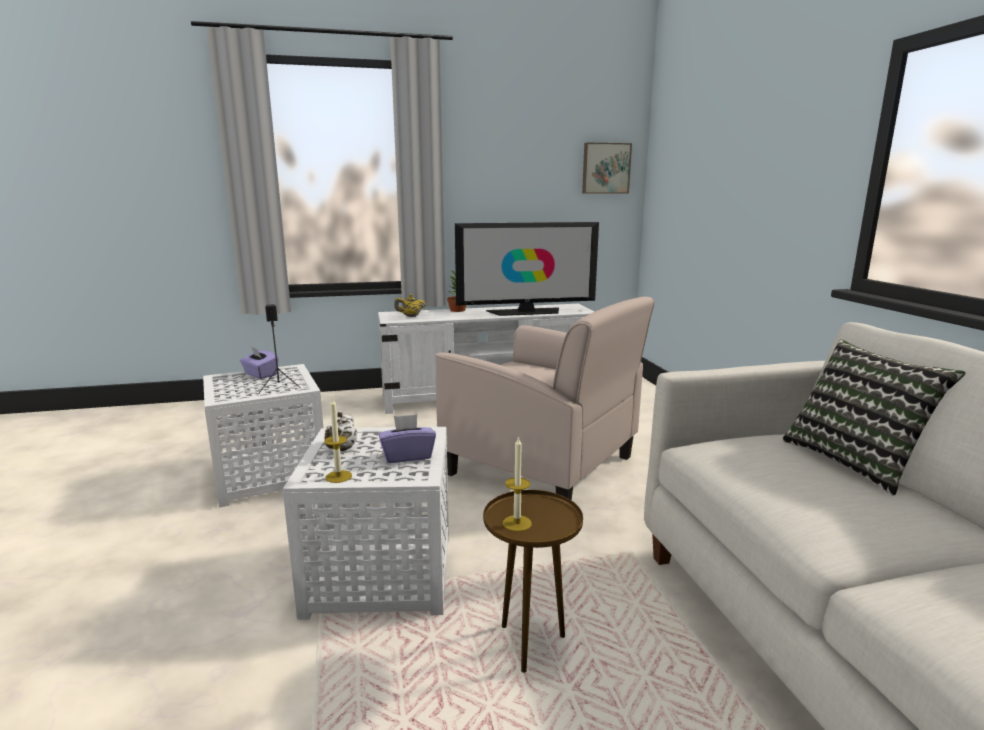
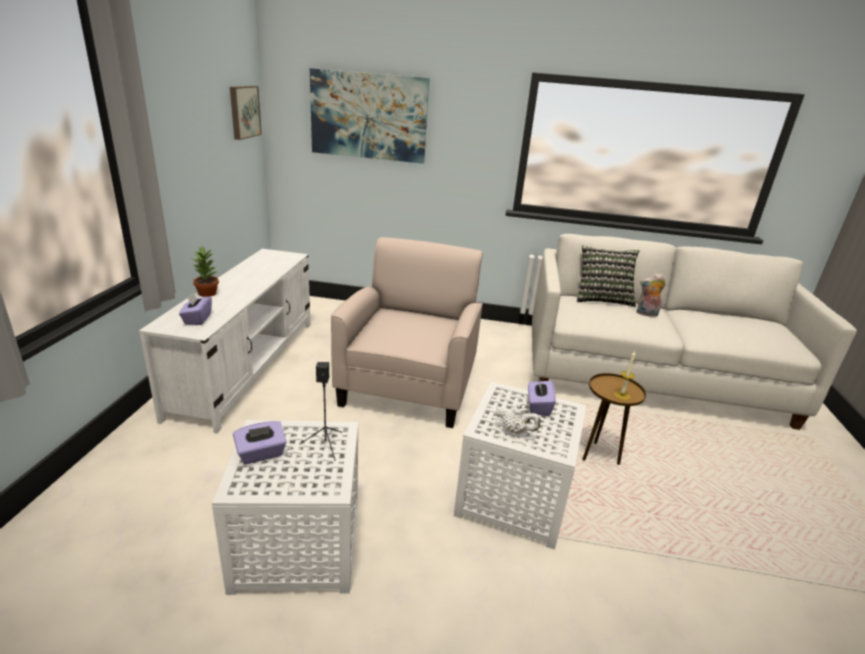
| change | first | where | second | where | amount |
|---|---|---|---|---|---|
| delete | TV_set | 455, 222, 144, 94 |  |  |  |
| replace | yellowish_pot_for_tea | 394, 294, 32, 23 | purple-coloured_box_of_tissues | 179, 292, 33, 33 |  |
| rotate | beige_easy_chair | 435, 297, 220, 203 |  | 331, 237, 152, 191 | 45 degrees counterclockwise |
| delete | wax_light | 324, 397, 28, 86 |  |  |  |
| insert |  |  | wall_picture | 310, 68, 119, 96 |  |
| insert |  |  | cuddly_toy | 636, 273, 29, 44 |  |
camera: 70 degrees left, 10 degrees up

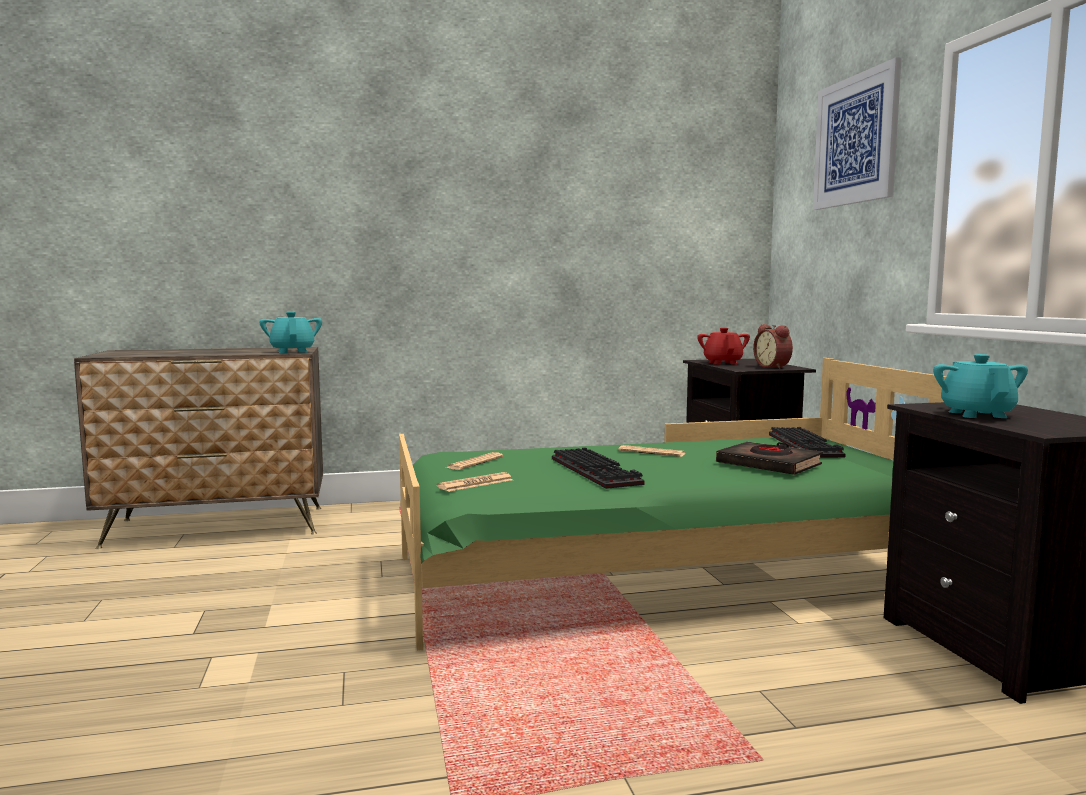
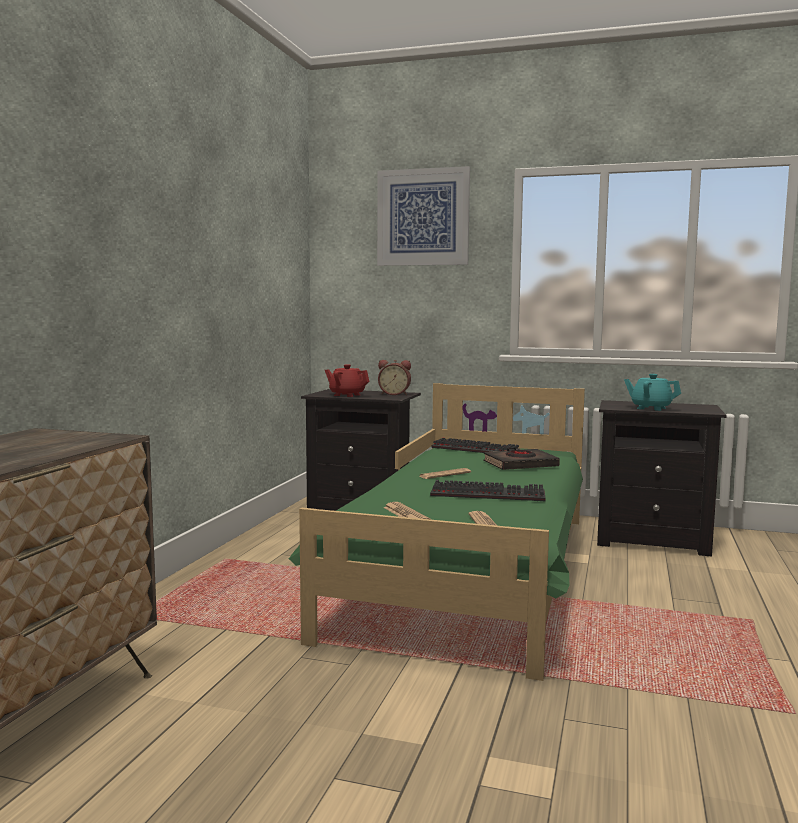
| change | first | where | second | where | amount |
|---|---|---|---|---|---|
| delete | turquoise-coloured_pot_for_tea | 259, 312, 63, 41 |  |  |  |
camera: 60 degrees left, 0 degrees up

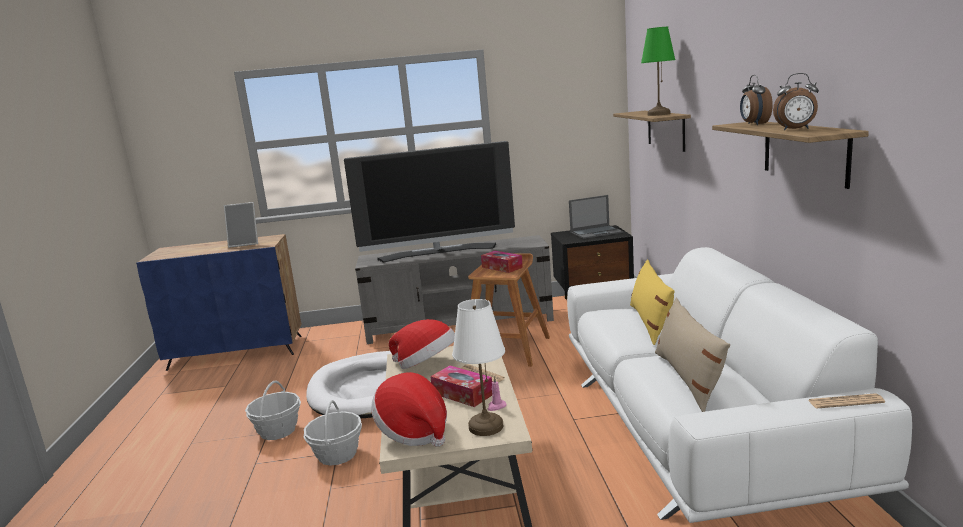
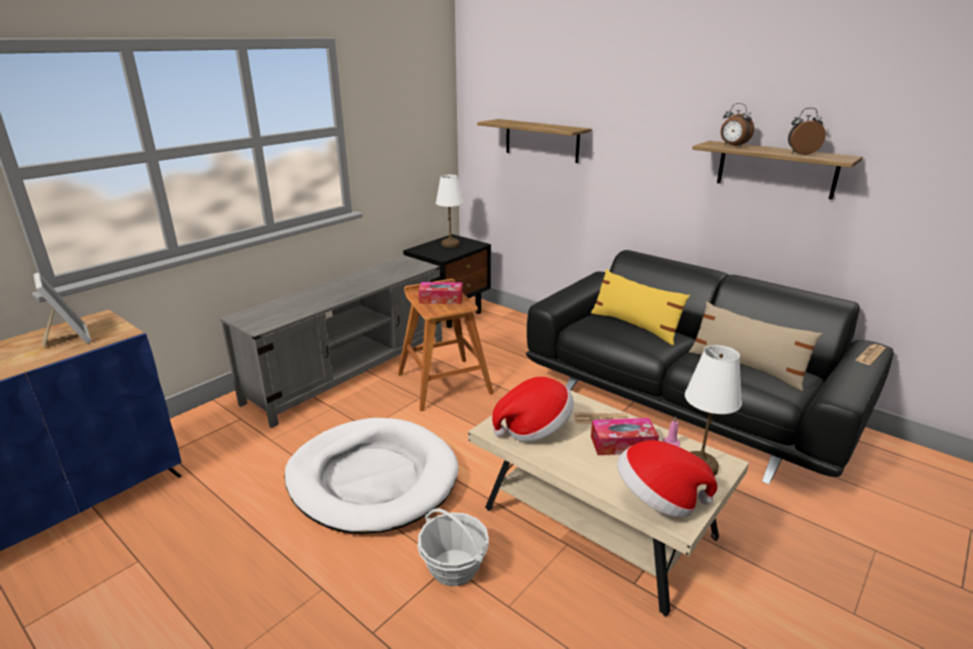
| change | first | where | second | where | amount |
|---|---|---|---|---|---|
| delete | greenish_lamp_for_a_table | 641, 27, 34, 89 |  |  |  |
| rotate | table_clock | 773, 73, 46, 57 |  | 788, 108, 38, 47 | 150 degrees counterclockwise |
| delete | TV_set | 344, 141, 171, 121 |  |  |  |
| replace | portable_computer | 569, 195, 54, 44 | white_lamp_for_a_table | 436, 175, 27, 72 |  |
| rotate | standing_frame | 224, 202, 34, 46 |  | 34, 273, 57, 75 | 75 degrees counterclockwise |
| recolor | white_settee | 567, 247, 345, 276 | blackish_settee | 526, 250, 367, 234 |  |
| delete | storage_basket | 245, 380, 56, 60 |  |  |  |
camera: 45 degrees left, 10 degrees up

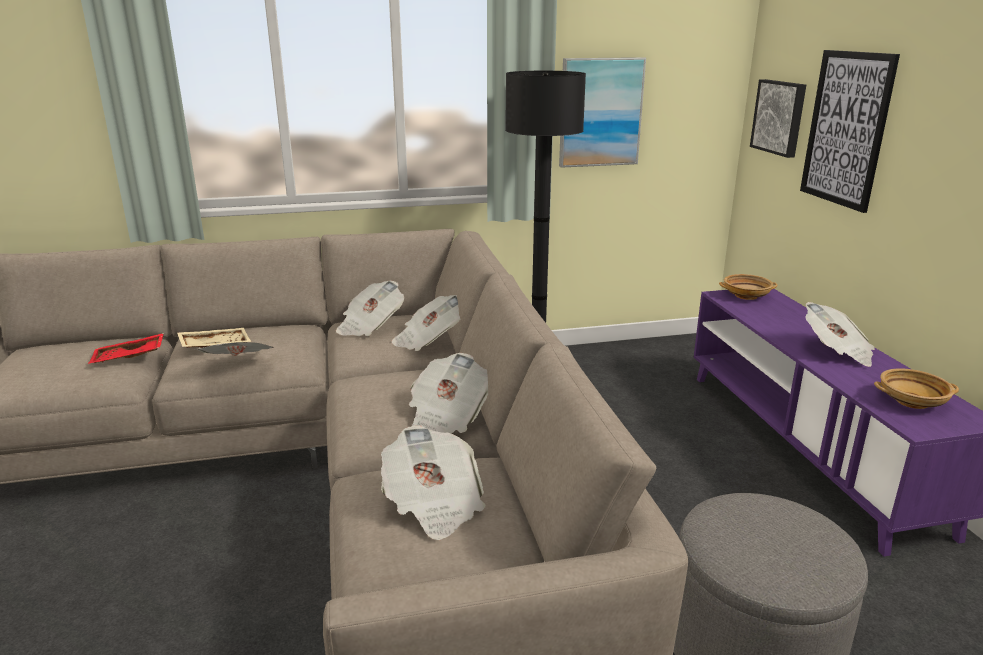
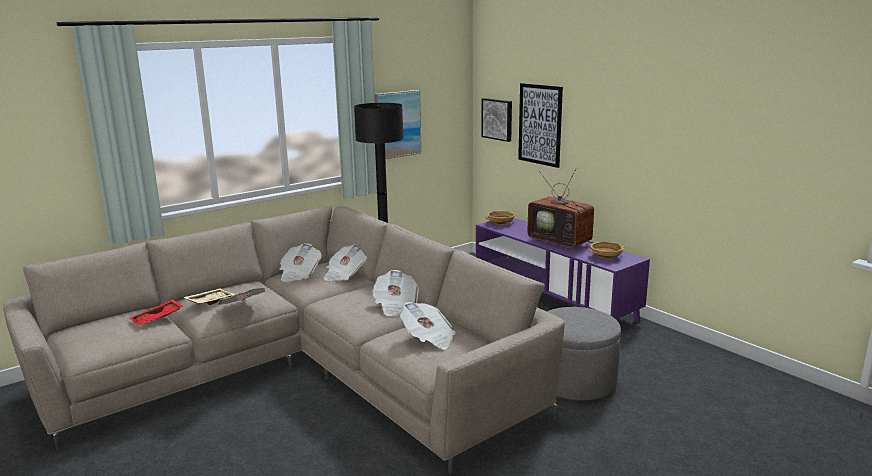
| change | first | where | second | where | amount |
|---|---|---|---|---|---|
| replace | daily_paper | 805, 302, 70, 65 | TV_set | 527, 169, 67, 80 |  |
camera: 25 degrees left, 5 degrees down

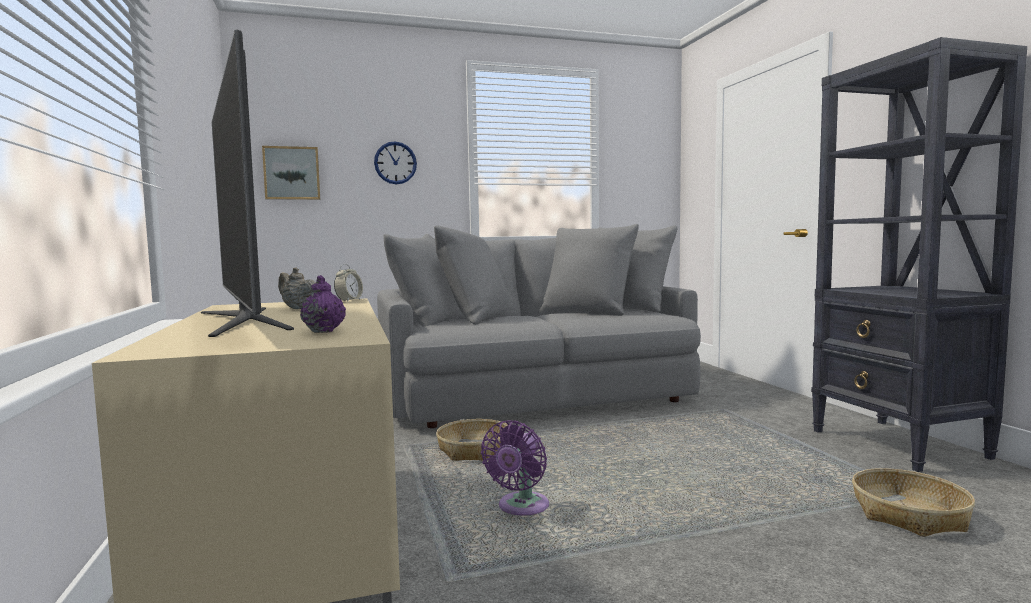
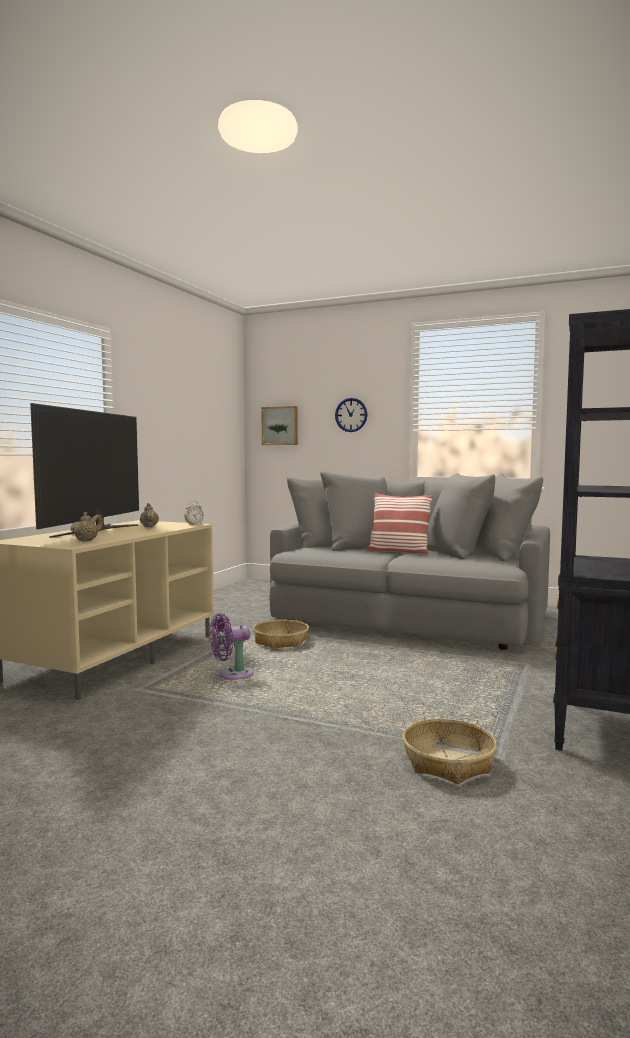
| change | first | where | second | where | amount |
|---|---|---|---|---|---|
| recolor | purple-coloured_pot_for_tea | 300, 275, 46, 58 | beige_pot_for_tea | 71, 512, 32, 30 |  |
| insert |  |  | pillow | 367, 493, 66, 61 |  |
camera: 40 degrees right, 0 degrees up

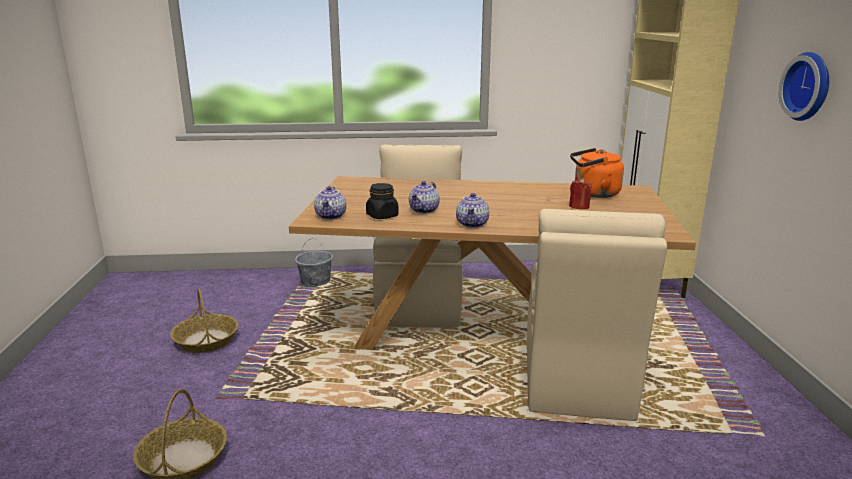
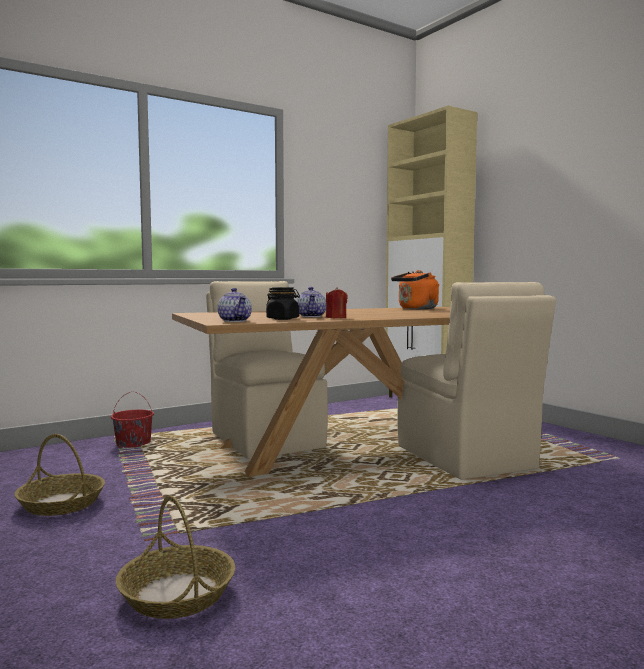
| change | first | where | second | where | amount |
|---|---|---|---|---|---|
| delete | wall_clock | 779, 52, 50, 69 |  |  |  |
| move | red-coloured_wax_light | 569, 178, 23, 31 |  | 326, 287, 22, 31 |  |
| delete | pot_for_tea | 456, 193, 33, 35 |  |  |  |
| recolor | gray_water_bucket | 295, 238, 38, 49 | red-coloured_water_bucket | 111, 391, 43, 57 |  |
camera: 30 degrees left, 15 degrees down

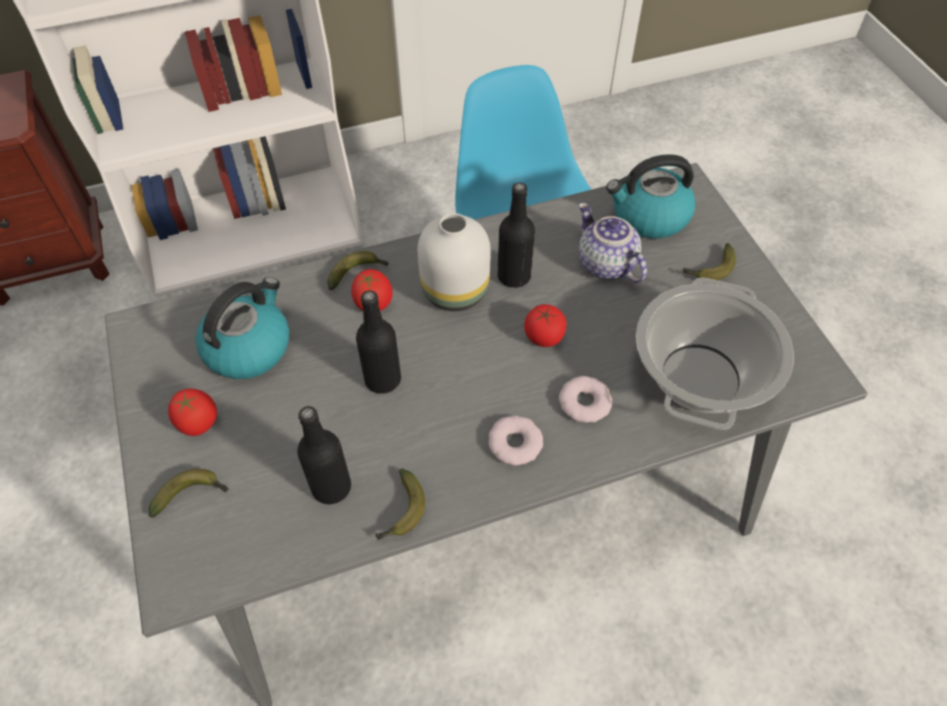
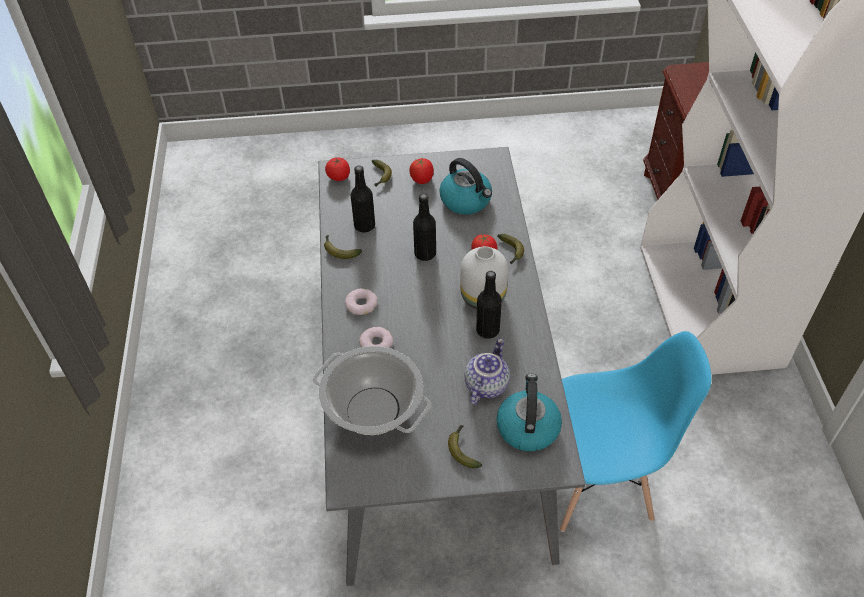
| change | first | where | second | where | amount |
|---|---|---|---|---|---|
| rotate | pot_for_tea | 579, 203, 68, 80 |  | 464, 339, 46, 66 | 45 degrees counterclockwise |
| move | whole_tomato | 524, 304, 42, 43 |  | 325, 158, 25, 23 |  |
camera: 105 degrees right, 5 degrees down

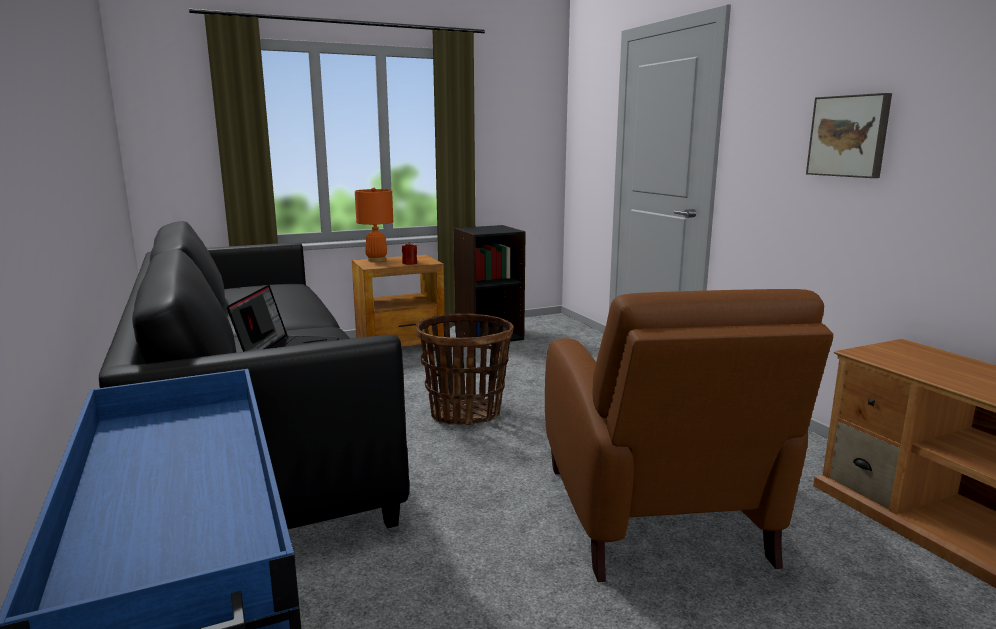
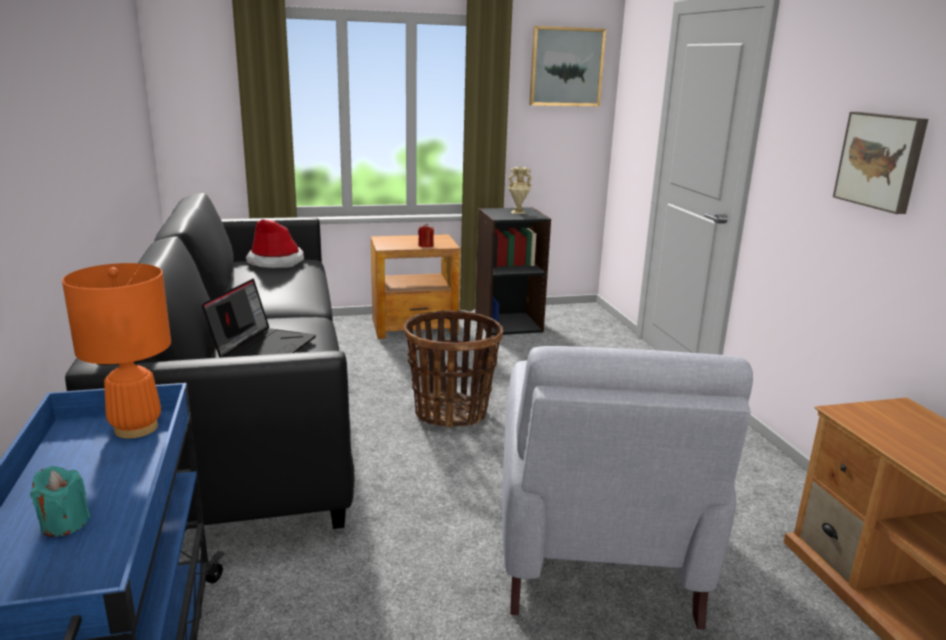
| change | first | where | second | where | amount |
|---|---|---|---|---|---|
| move | orange-coloured_lamp_for_a_table | 355, 187, 38, 75 |  | 62, 263, 109, 176 |  |
| recolor | brown-coloured_easy_chair | 545, 289, 288, 293 | gray_easy_chair | 502, 346, 251, 284 |  |
| insert |  |  | wall_picture | 529, 26, 77, 80 |  |
| insert |  |  | beige_decorative_vase | 508, 167, 24, 47 |  |
| insert |  |  | clothing_hat | 246, 219, 58, 49 |  |
| insert |  |  | turquoise-coloured_wax_light | 30, 466, 60, 71 |  |
camera: 10 degrees right, 5 degrees up

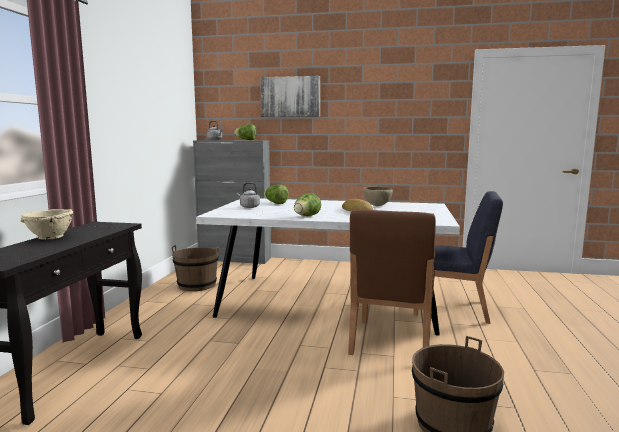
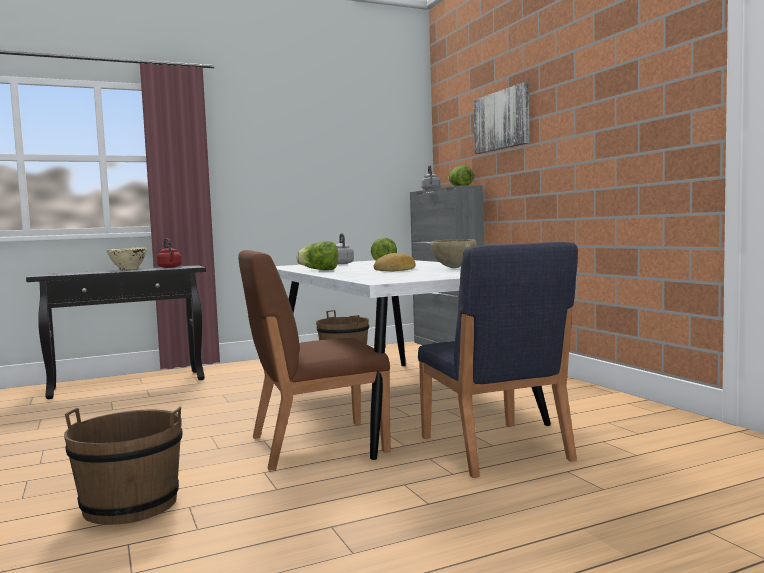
| change | first | where | second | where | amount |
|---|---|---|---|---|---|
| insert |  |  | red-coloured_tea_kettle | 157, 238, 25, 30 |  |
camera: 55 degrees right, 5 degrees down

